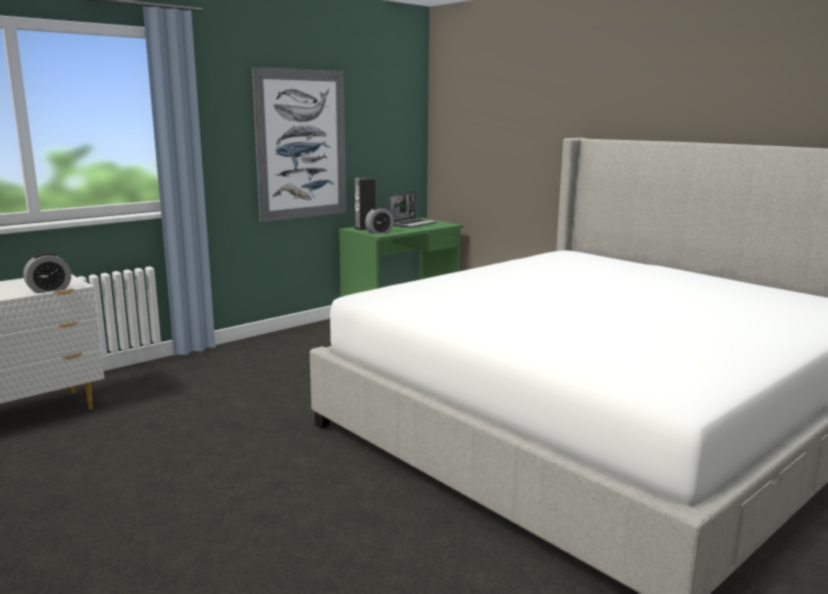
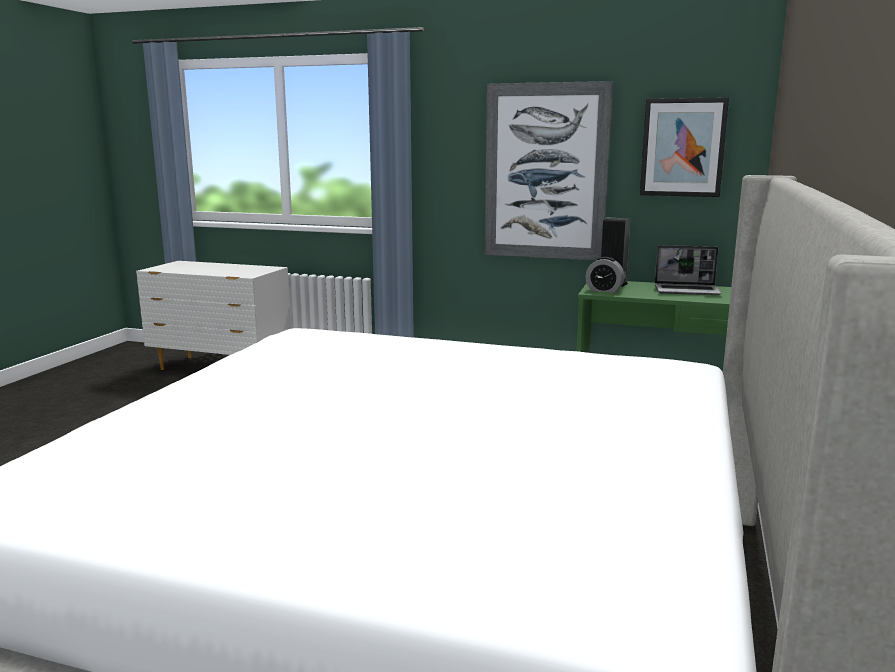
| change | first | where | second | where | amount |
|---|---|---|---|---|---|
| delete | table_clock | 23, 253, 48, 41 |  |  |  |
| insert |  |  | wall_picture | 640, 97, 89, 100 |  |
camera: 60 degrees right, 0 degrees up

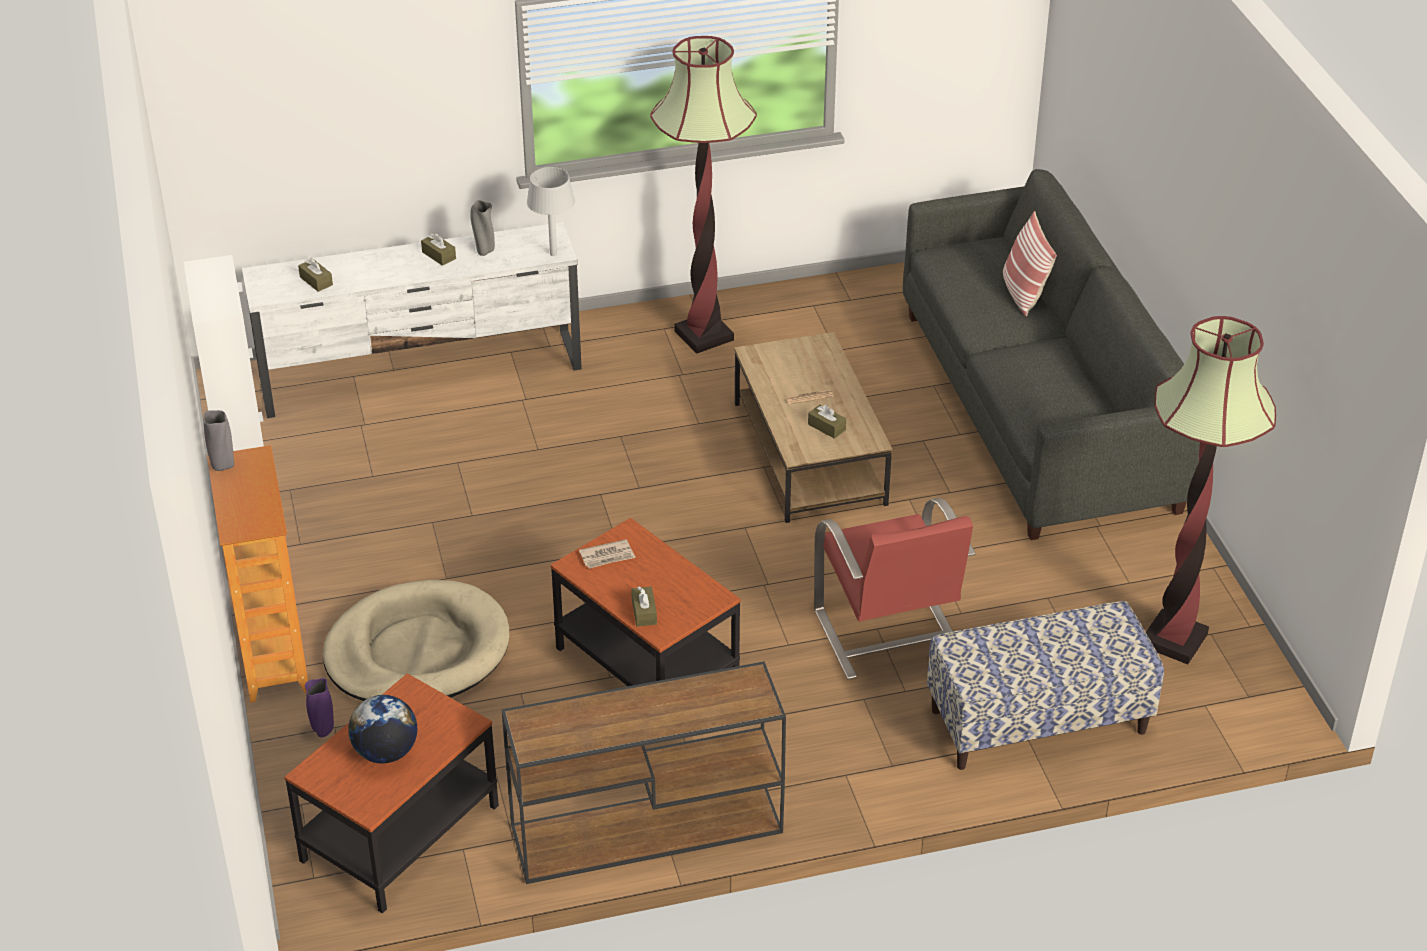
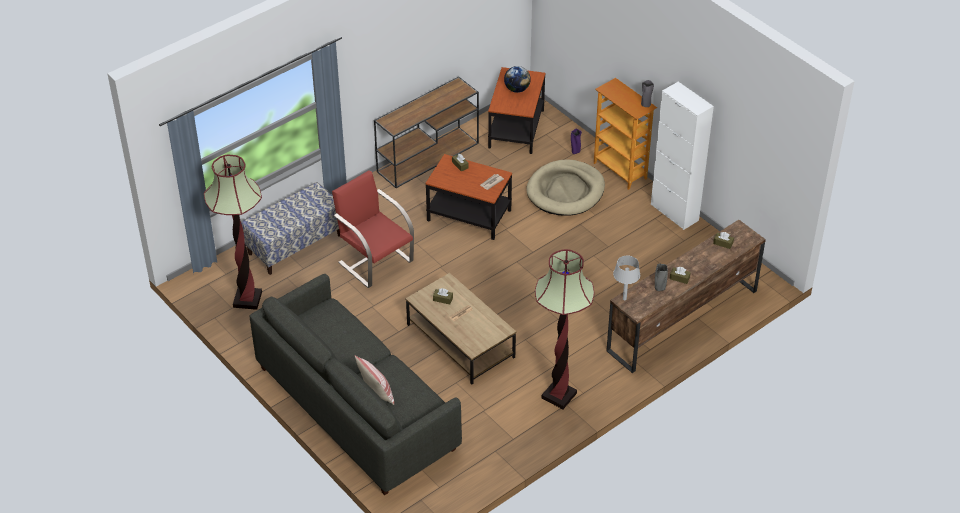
| change | first | where | second | where | amount |
|---|---|---|---|---|---|
| recolor | white_tv_unit | 242, 222, 340, 196 | brown-coloured_tv_unit | 606, 220, 160, 153 |  |
camera: 155 degrees right, 5 degrees up

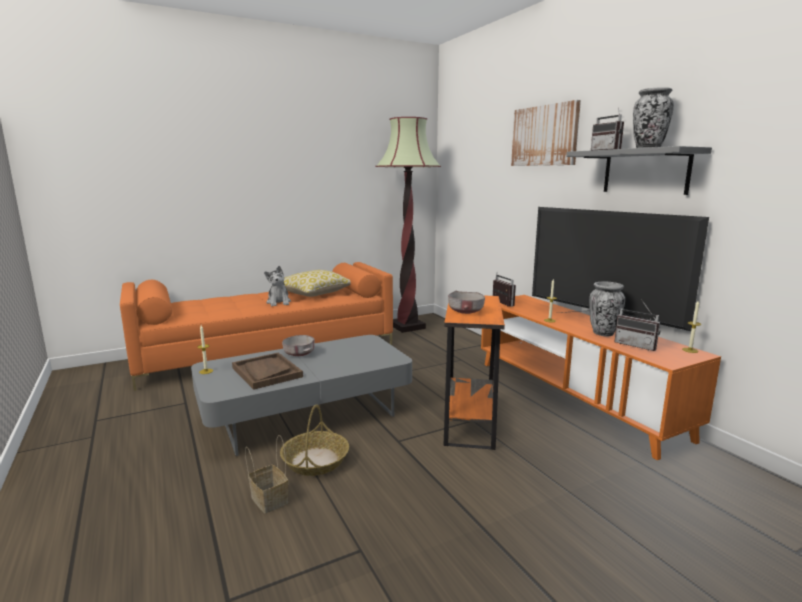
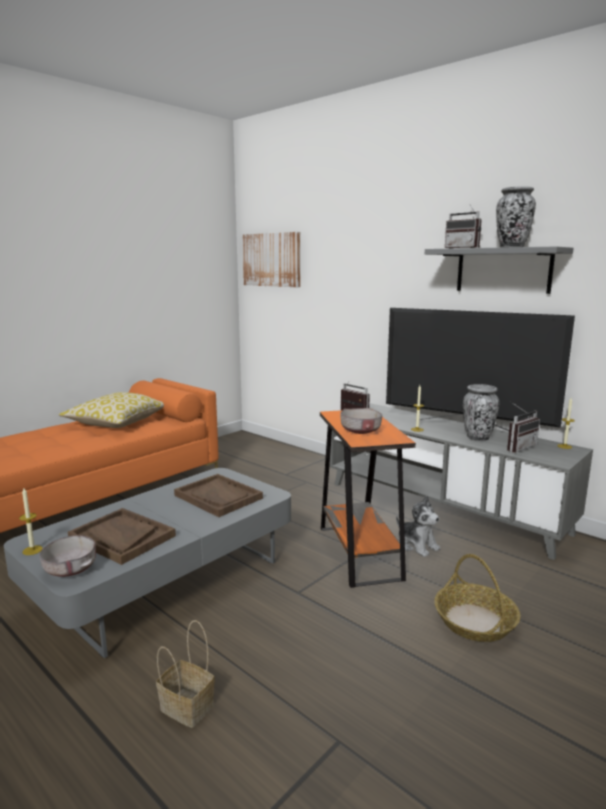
| change | first | where | second | where | amount |
|---|---|---|---|---|---|
| move | wall_picture | 511, 100, 70, 66 |  | 242, 232, 58, 55 |  |
| delete | standard_lamp | 376, 117, 65, 216 |  |  |  |
| move | cuddly_toy | 264, 266, 27, 40 |  | 396, 496, 44, 61 |  |
| recolor | orange-coloured_tv_unit | 481, 295, 240, 165 | gray_tv_unit | 330, 403, 263, 157 |  |
| rotate | radio_receiver | 614, 299, 46, 52 |  | 507, 401, 33, 52 | 60 degrees counterclockwise |
| move | gray_serving_bowl | 282, 335, 33, 21 |  | 39, 535, 57, 42 |  |
| move | storage_basket | 280, 405, 69, 71 |  | 434, 554, 86, 88 |  |
| insert |  |  | brown-coloured_tray | 174, 474, 89, 43 |  |
camera: 20 degrees left, 0 degrees up

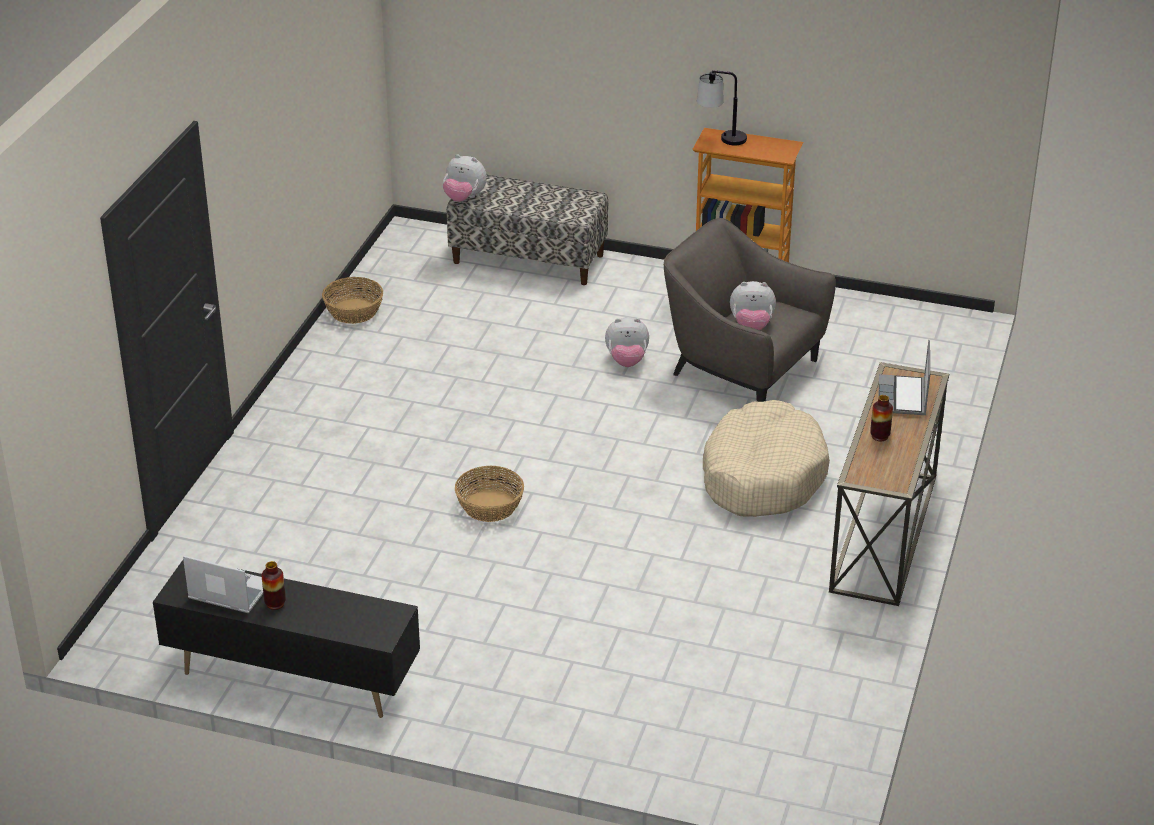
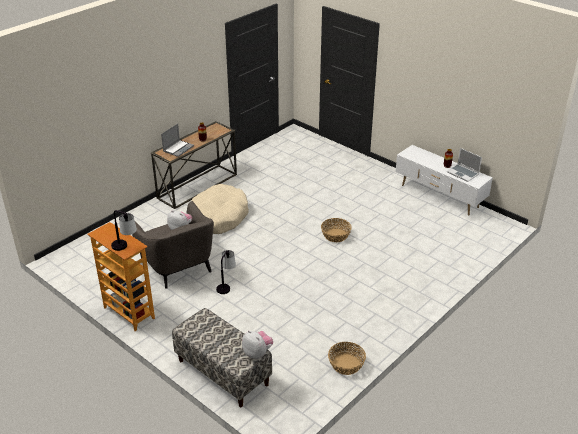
| change | first | where | second | where | amount |
|---|---|---|---|---|---|
| replace | cuddly_toy | 605, 318, 44, 49 | lamp_for_a_table | 216, 250, 20, 44 |  |
| recolor | blackish_tv_unit | 153, 560, 267, 158 | white_tv_unit | 395, 145, 98, 71 |  |
camera: 155 degrees left, 0 degrees up

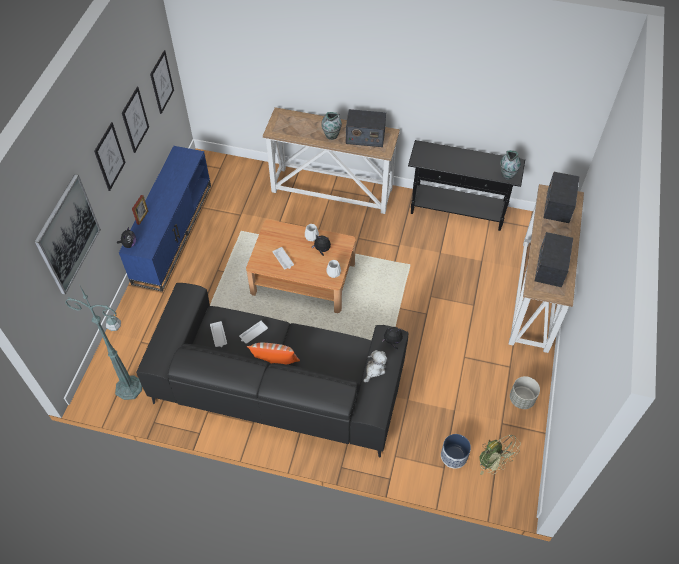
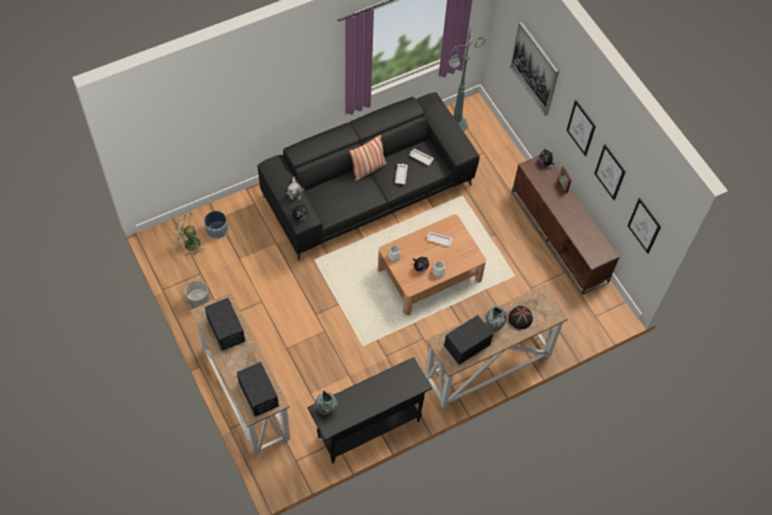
| change | first | where | second | where | amount |
|---|---|---|---|---|---|
| recolor | bluish_tv_unit | 119, 146, 92, 146 | brown-coloured_tv_unit | 512, 155, 107, 140 |  |
| insert |  |  | blackish_clothing_hat | 508, 306, 25, 24 |  |
camera: 135 degrees right, 5 degrees up

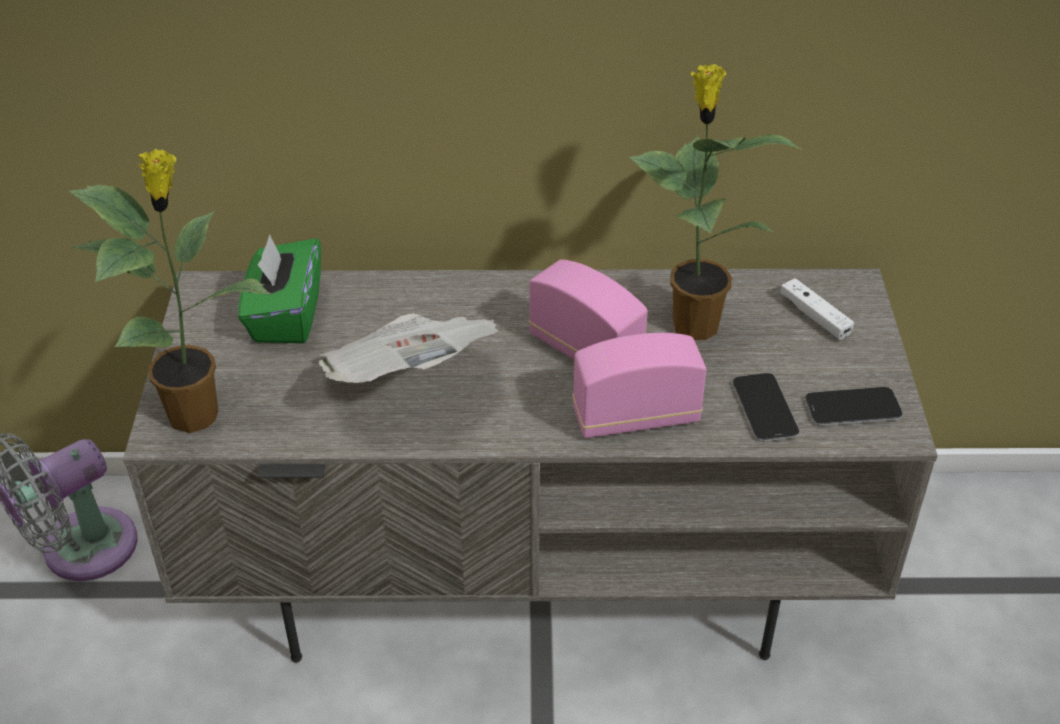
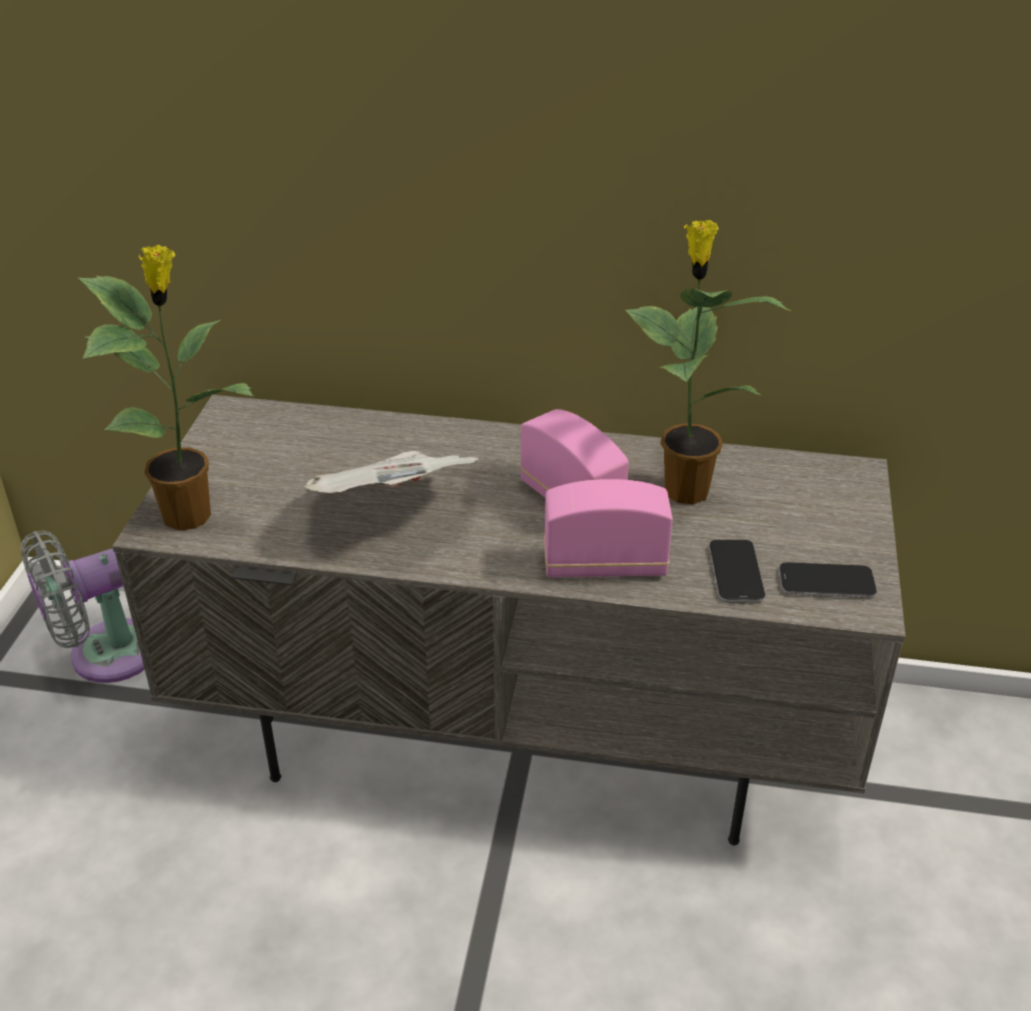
| change | first | where | second | where | amount |
|---|---|---|---|---|---|
| delete | greenish_box_of_tissues | 238, 234, 83, 109 |  |  |  |
| delete | white_joypad | 780, 278, 74, 62 |  |  |  |
camera: 10 degrees right, 5 degrees down

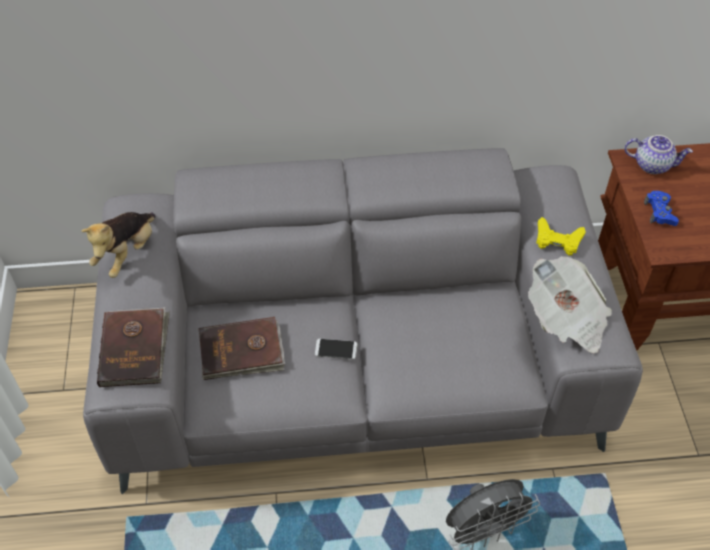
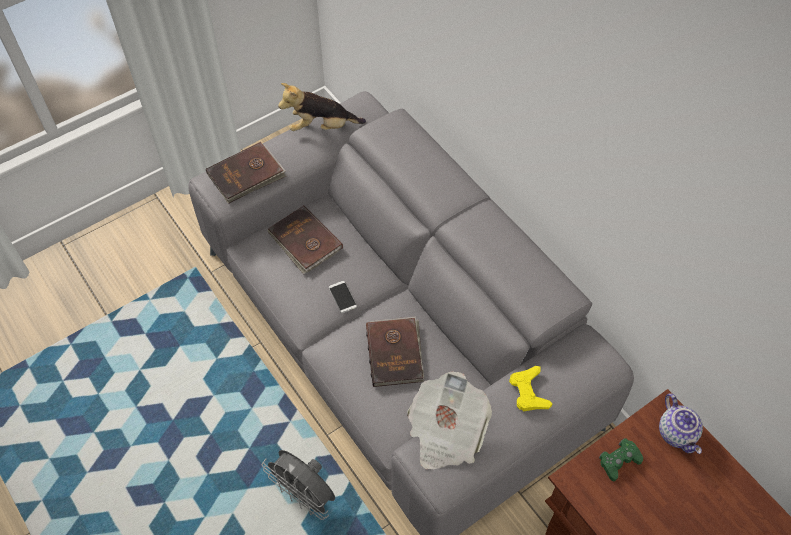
| change | first | where | second | where | amount |
|---|---|---|---|---|---|
| recolor | bluish_joypad | 644, 191, 35, 35 | greenish_joypad | 599, 438, 44, 43 |  |
| insert |  |  | brown-coloured_bound_book | 366, 316, 58, 71 |  |
camera: 60 degrees right, 5 degrees up

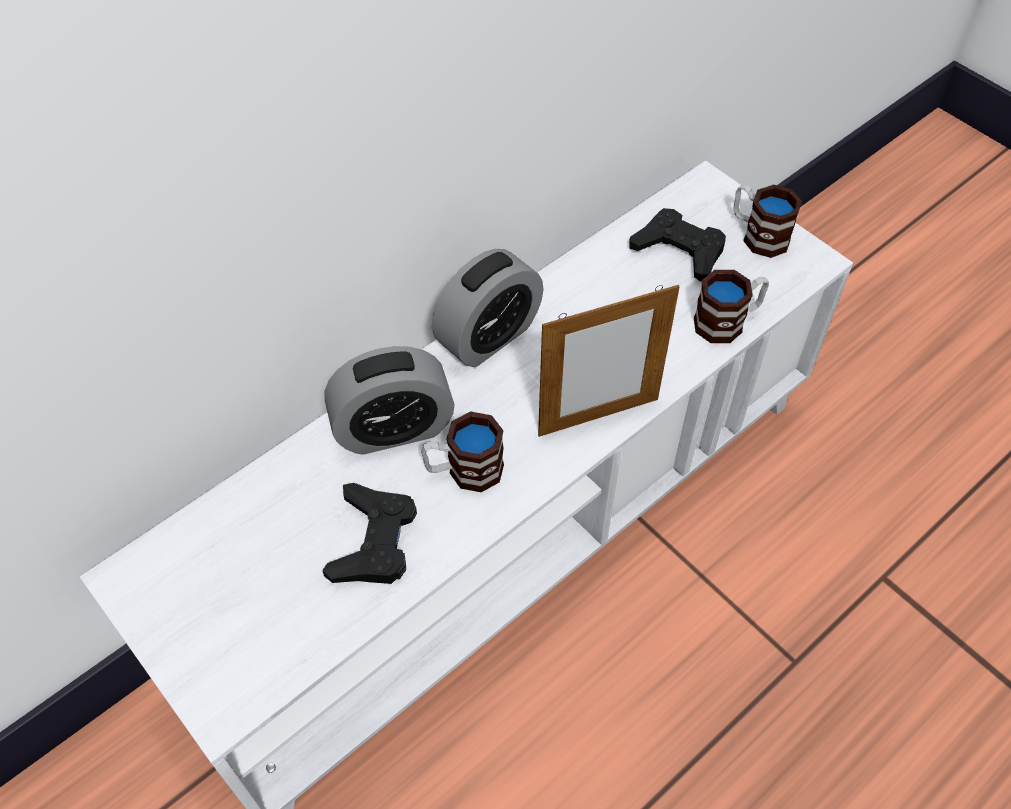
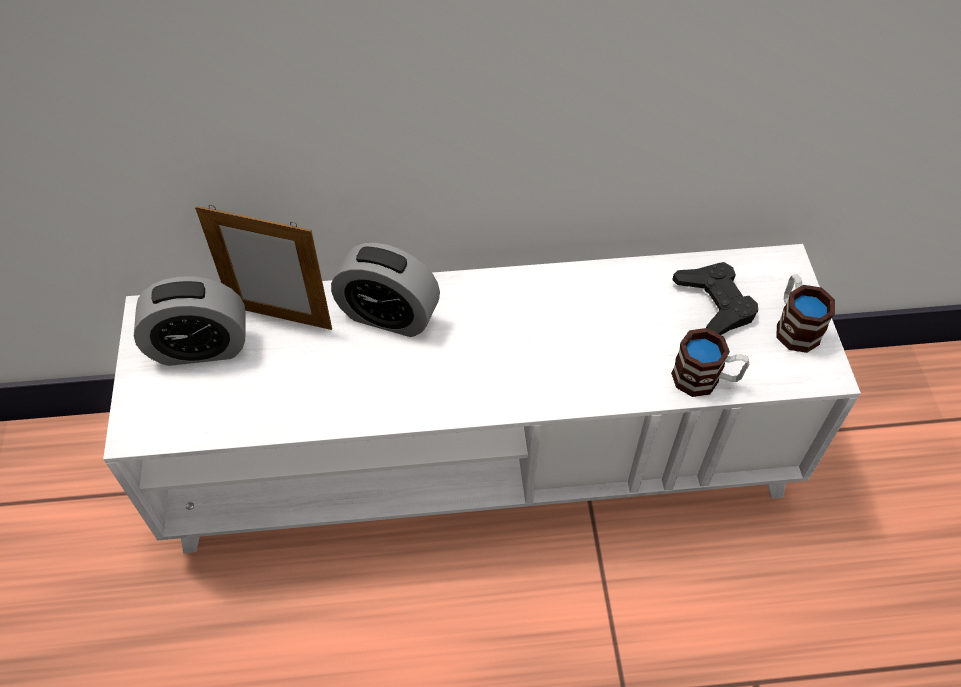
| change | first | where | second | where | amount |
|---|---|---|---|---|---|
| move | table_clock | 432, 249, 112, 118 |  | 134, 276, 112, 90 |  |
| move | standing_frame | 538, 285, 142, 152 |  | 195, 205, 137, 125 |  |
| delete | tea_mug | 421, 411, 83, 81 |  |  |  |
| delete | blackish_joypad | 322, 483, 95, 101 |  |  |  |
camera: 35 degrees right, 0 degrees up

